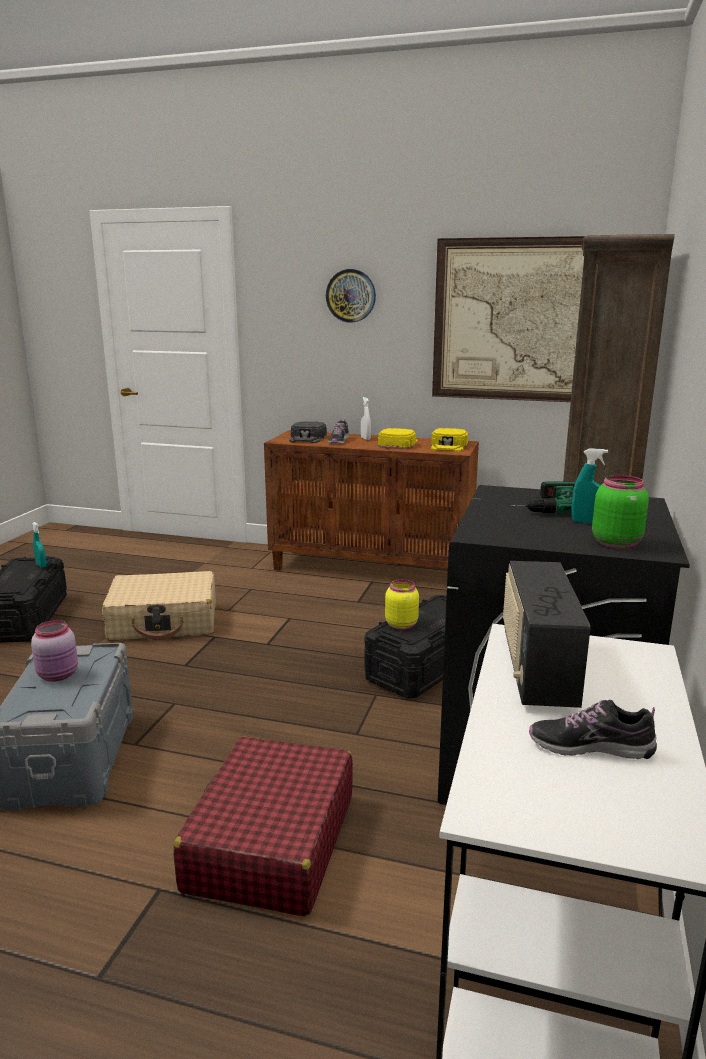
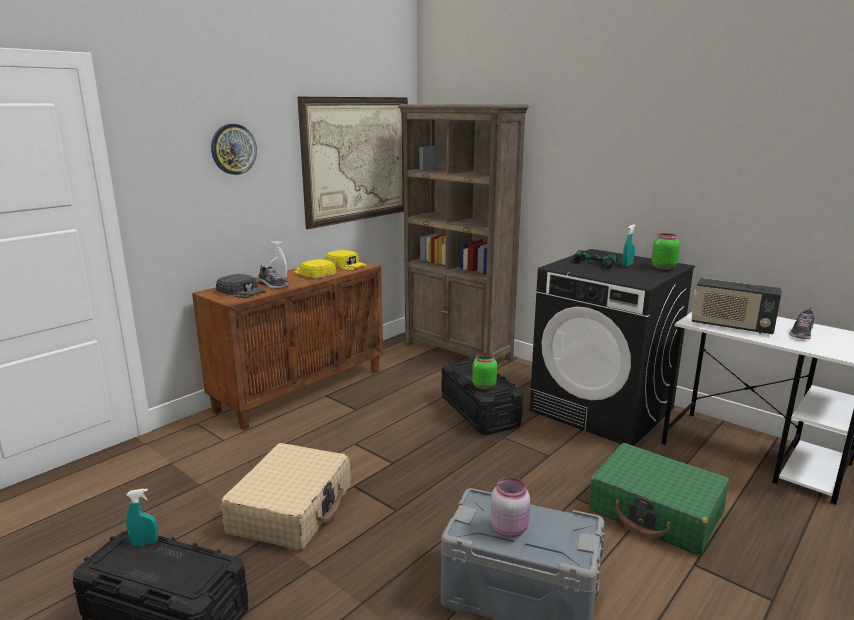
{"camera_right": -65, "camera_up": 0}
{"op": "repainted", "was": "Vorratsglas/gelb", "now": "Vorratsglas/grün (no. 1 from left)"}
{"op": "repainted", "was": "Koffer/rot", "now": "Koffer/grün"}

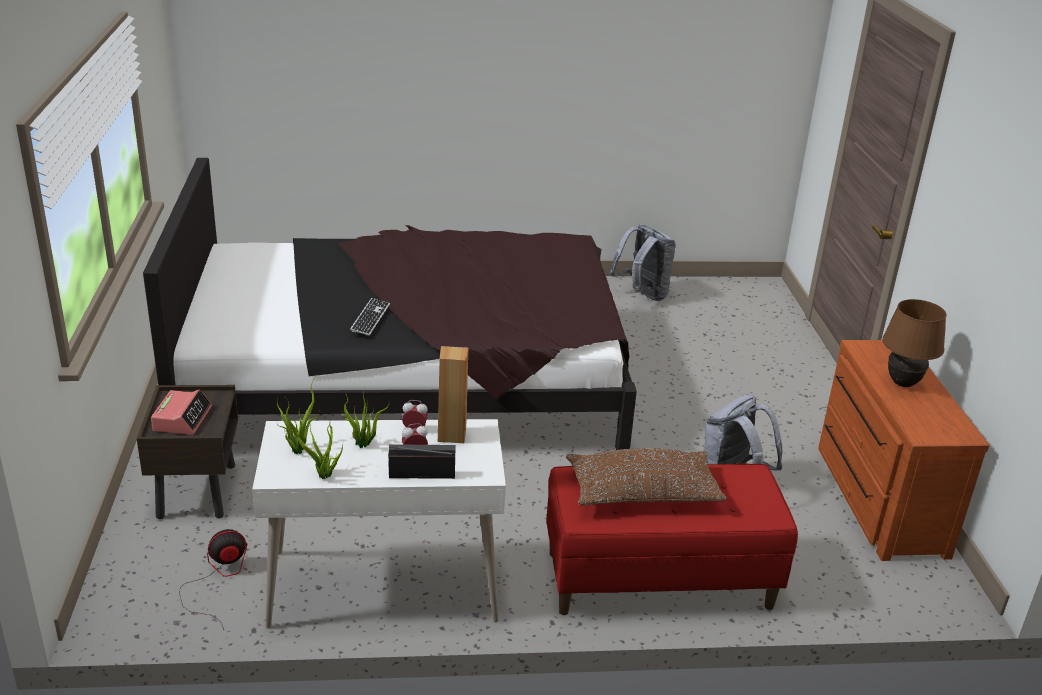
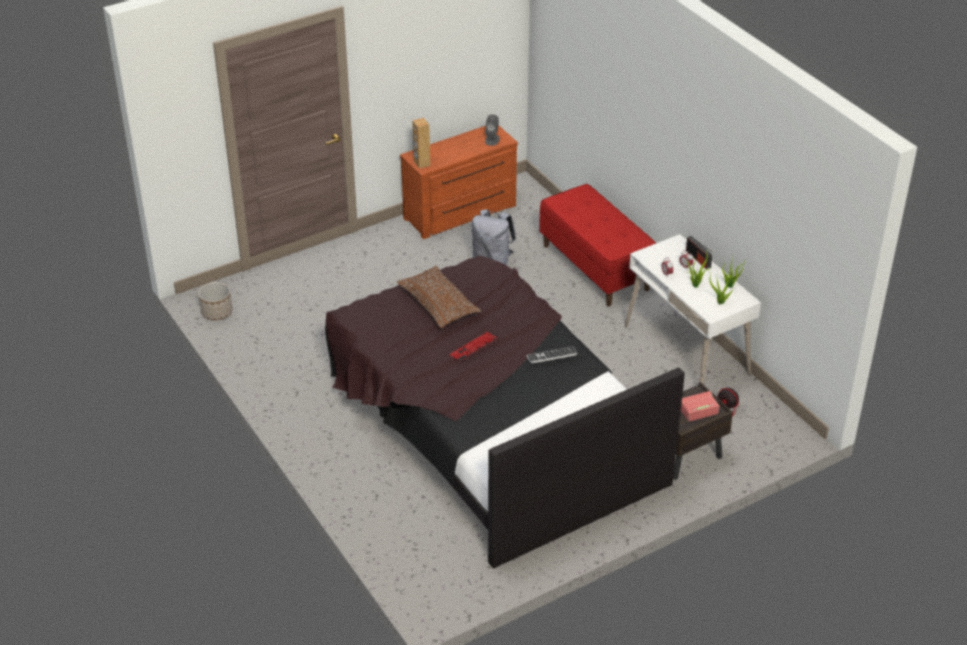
{"camera_right": -115, "camera_up": 10}
{"op": "gone", "was": "Rucksack/grau (no. 1 from left)"}
{"op": "gone", "was": "Tischlampe/braun"}
{"op": "shifted", "was": "Lautsprecher/braun"}
{"op": "shifted", "was": "Kissen/braun"}
{"op": "new", "now": "Lautsprecher/grau"}
{"op": "new", "now": "Pflanzkübel"}
{"op": "new", "now": "Tastatur (no. 1 from left)"}

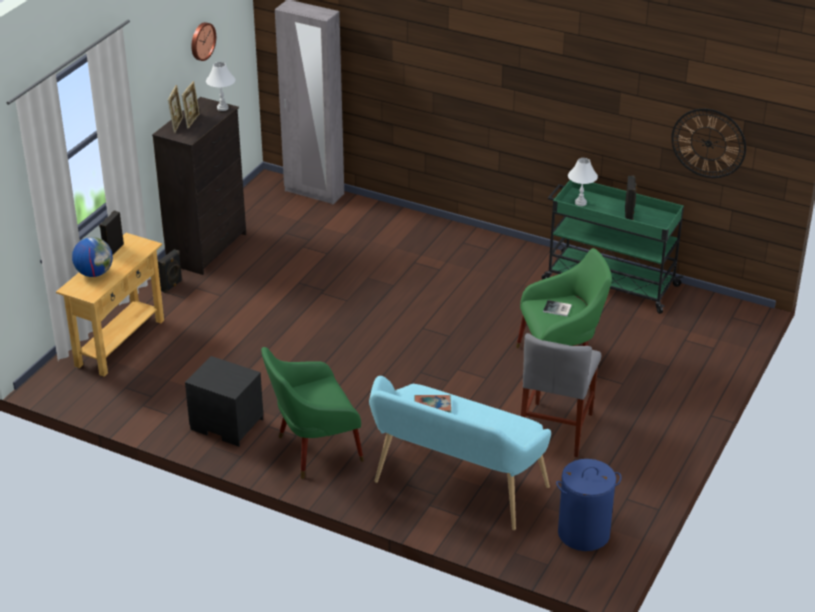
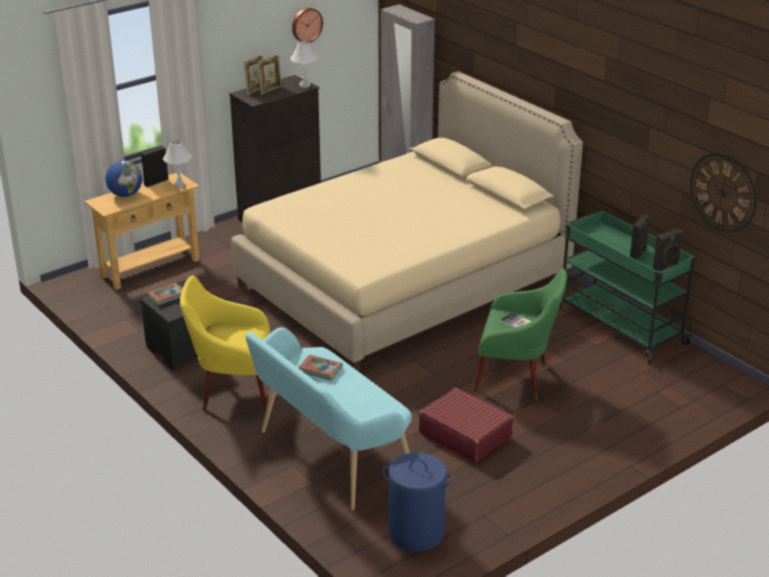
{"camera_right": 25, "camera_up": -5}
{"op": "shifted", "was": "Tischlampe/weiß (no. 2 from left in the first image)", "now": "Tischlampe/weiß (no. 1 from left)"}
{"op": "shifted", "was": "Lautsprecher/schwarz (no. 2 from left in the first image)", "now": "Lautsprecher/schwarz (no. 3 from left)"}
{"op": "swapped", "was": "Stuhl/grau", "now": "Koffer/rot"}
{"op": "repainted", "was": "Sessel/grün (no. 1 from left)", "now": "Sessel/gelb"}
{"op": "new", "now": "Bett/beige"}
{"op": "new", "now": "Buch (no. 1 from left)"}

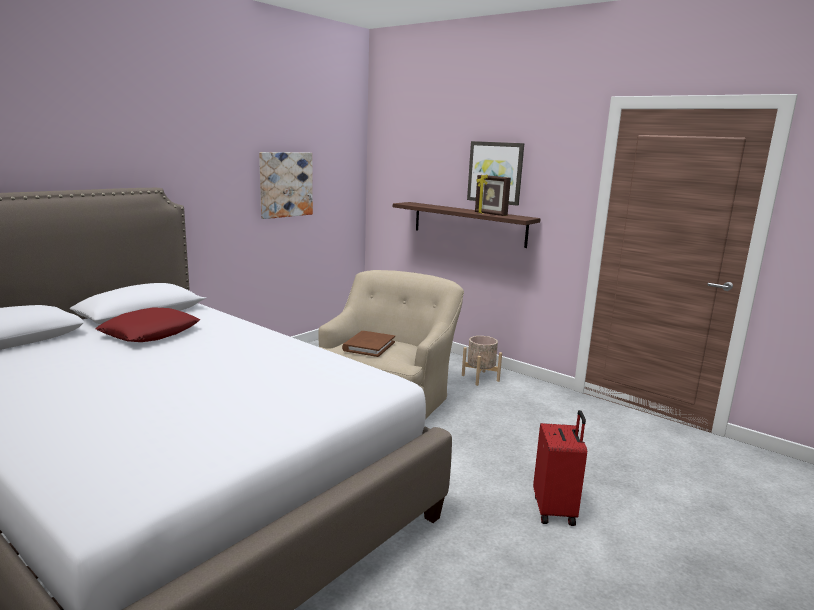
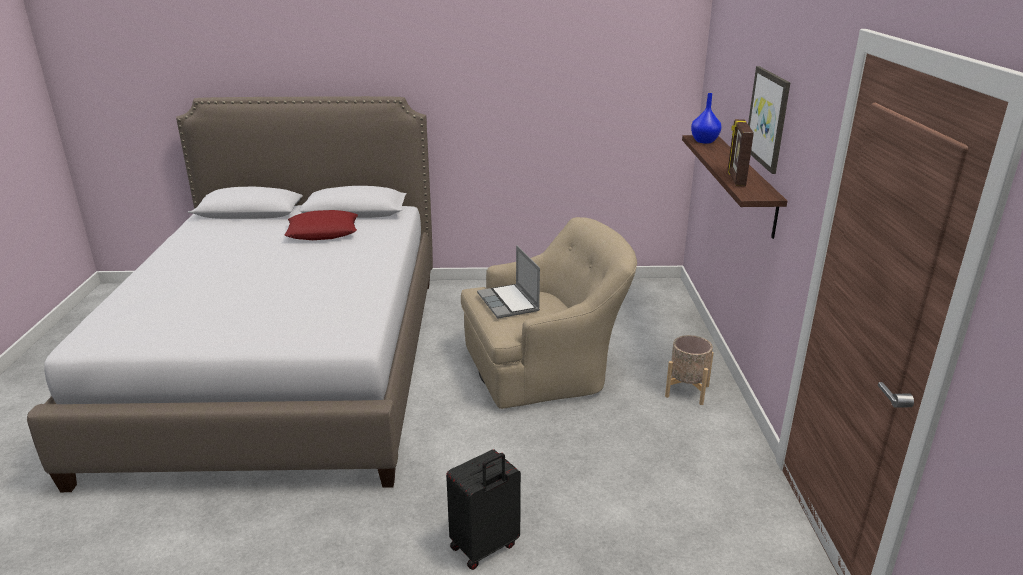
{"camera_right": 50, "camera_up": 10}
{"op": "gone", "was": "Bild (no. 1 from left)"}
{"op": "swapped", "was": "Buch/braun", "now": "Laptop"}
{"op": "repainted", "was": "Koffer/rot", "now": "Koffer/schwarz"}
{"op": "new", "now": "Vase/blau"}

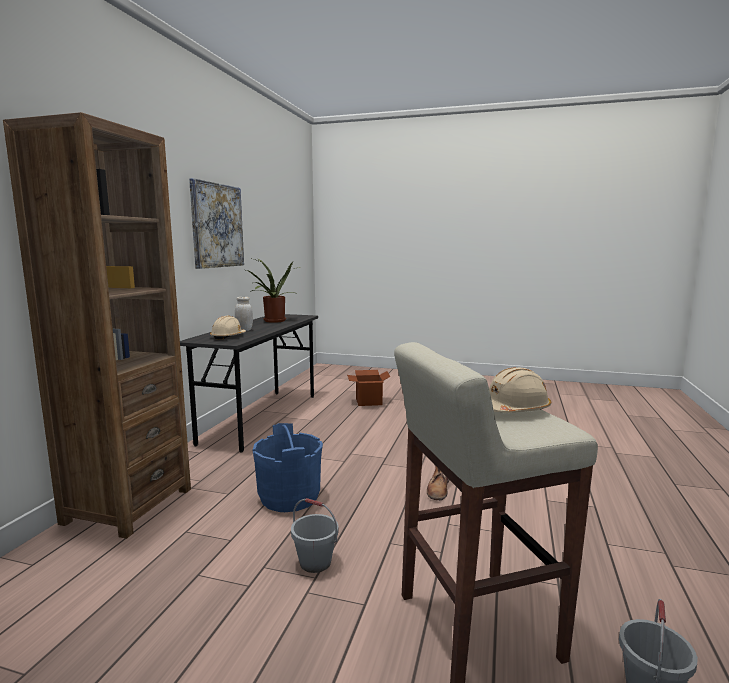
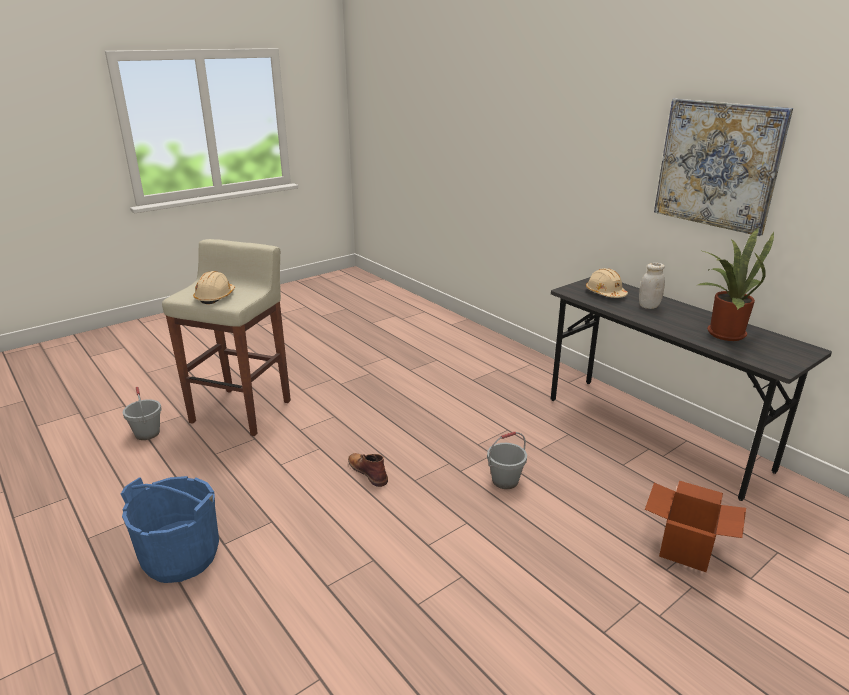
{"camera_right": 125, "camera_up": 15}
{"op": "gone", "was": "Bücherregal/braun"}
{"op": "shifted", "was": "Eimer/blau"}
{"op": "shifted", "was": "Eimer/grau (no. 1 from left in the first image)", "now": "Eimer/grau (no. 2 from left)"}

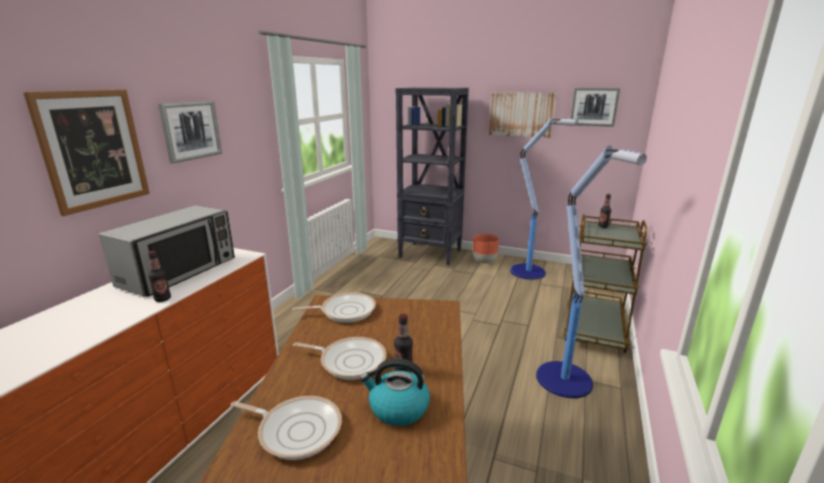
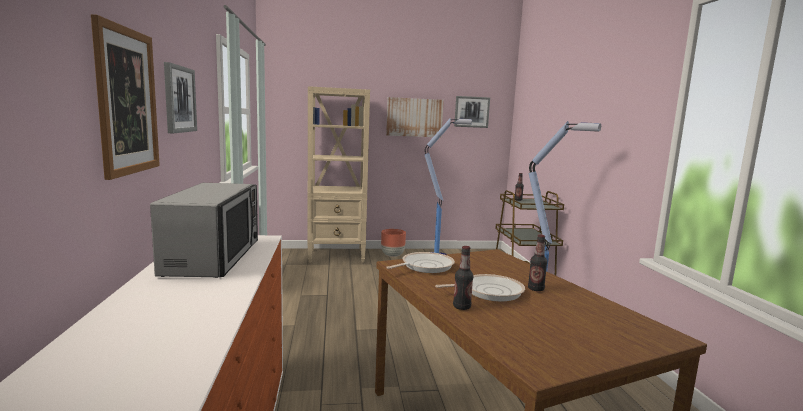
{"camera_right": -30, "camera_up": -10}
{"op": "repainted", "was": "Bücherregal/schwarz", "now": "Bücherregal/beige"}
{"op": "shifted", "was": "Flasche (no. 1 from left)"}
{"op": "gone", "was": "Wasserkessel"}
{"op": "gone", "was": "Pfanne (no. 1 from left)"}

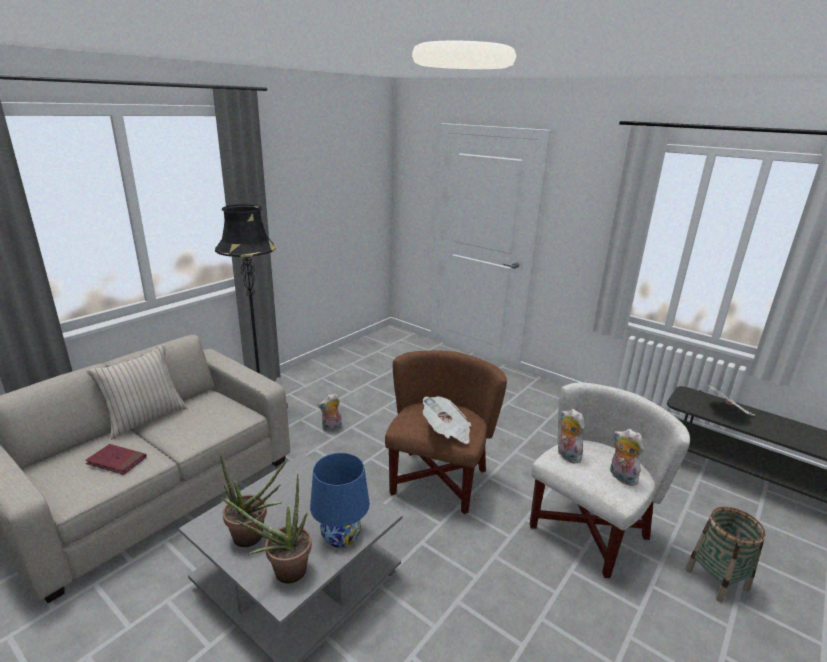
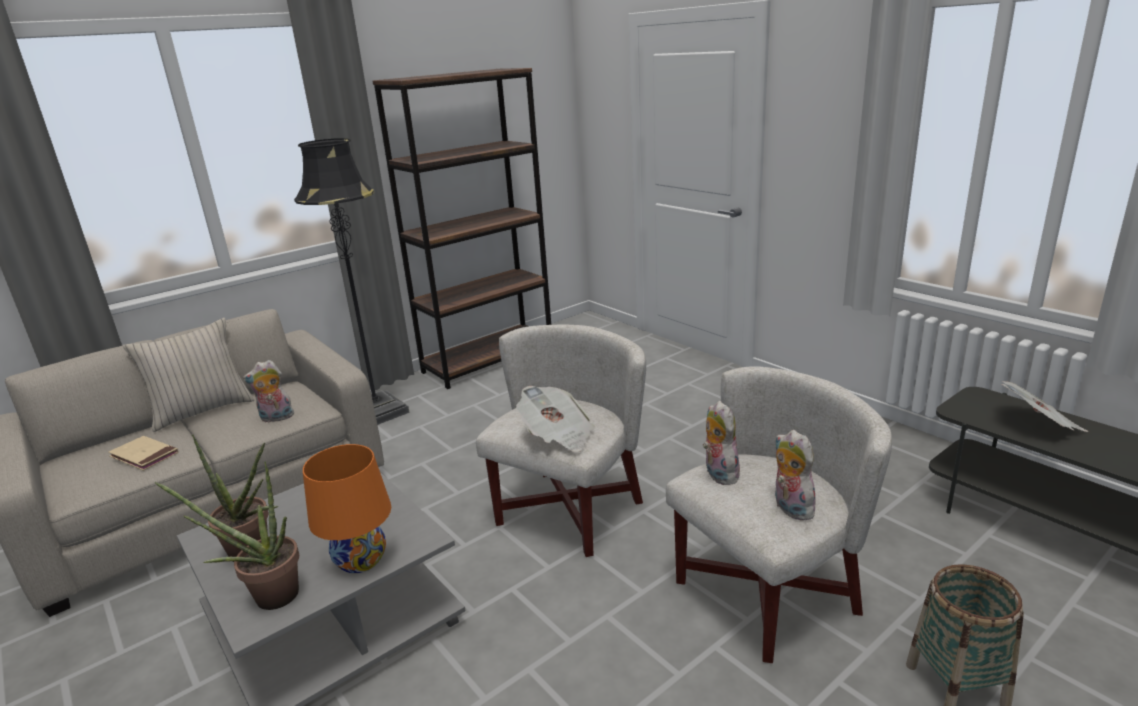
{"camera_right": 15, "camera_up": 0}
{"op": "repainted", "was": "Sessel/braun", "now": "Sessel/weiß (no. 1 from left)"}
{"op": "shifted", "was": "Plüschtier (no. 1 from left)"}
{"op": "repainted", "was": "Buch/rot", "now": "Buch/beige"}
{"op": "repainted", "was": "Tischlampe/blau", "now": "Tischlampe/orange"}
{"op": "new", "now": "Bücherregal/braun"}

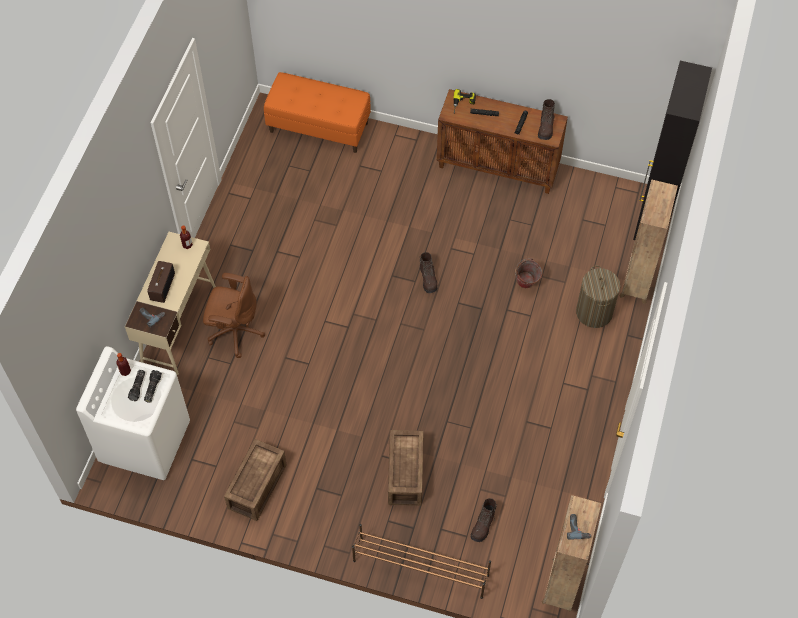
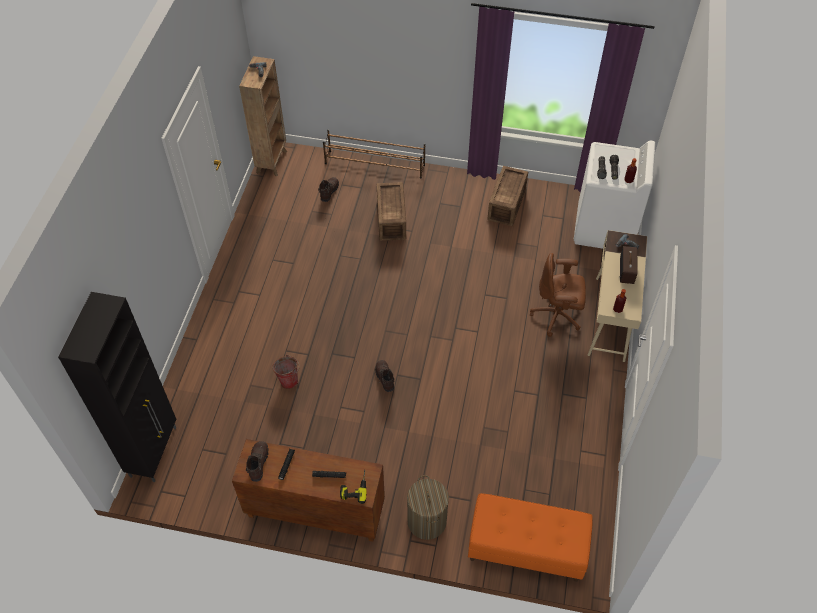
{"camera_right": 175, "camera_up": -5}
{"op": "gone", "was": "Bücherregal/braun (no. 2 from left)"}
{"op": "shifted", "was": "Wäschekorb"}

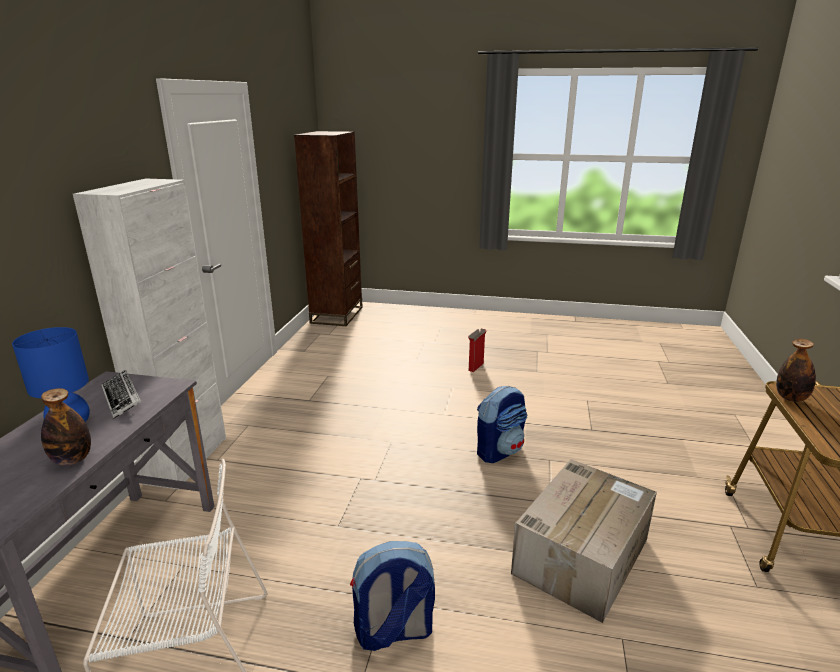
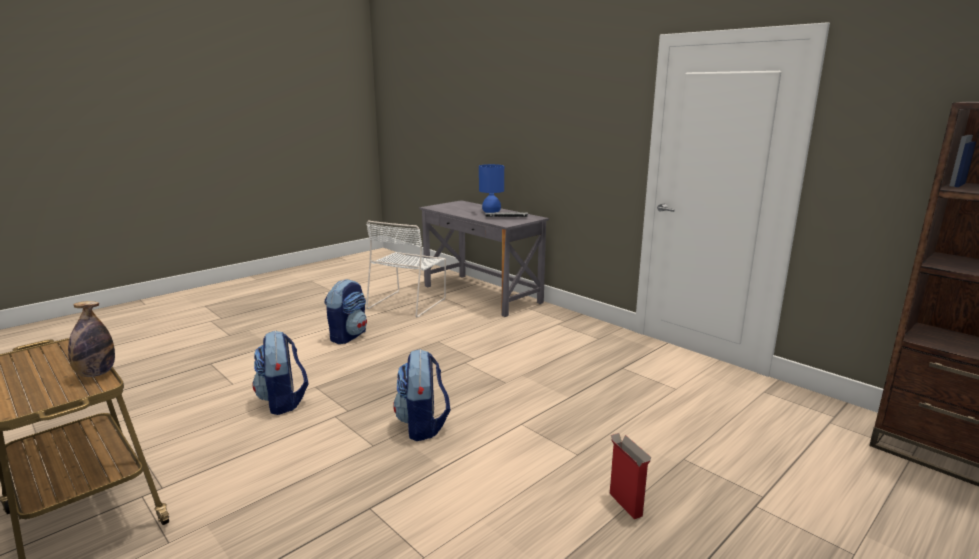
{"camera_right": 125, "camera_up": -5}
{"op": "gone", "was": "Schrank/weiß"}
{"op": "gone", "was": "Flasche (no. 1 from left)"}
{"op": "swapped", "was": "Karton (no. 2 from left)", "now": "Rucksack (no. 1 from left)"}

